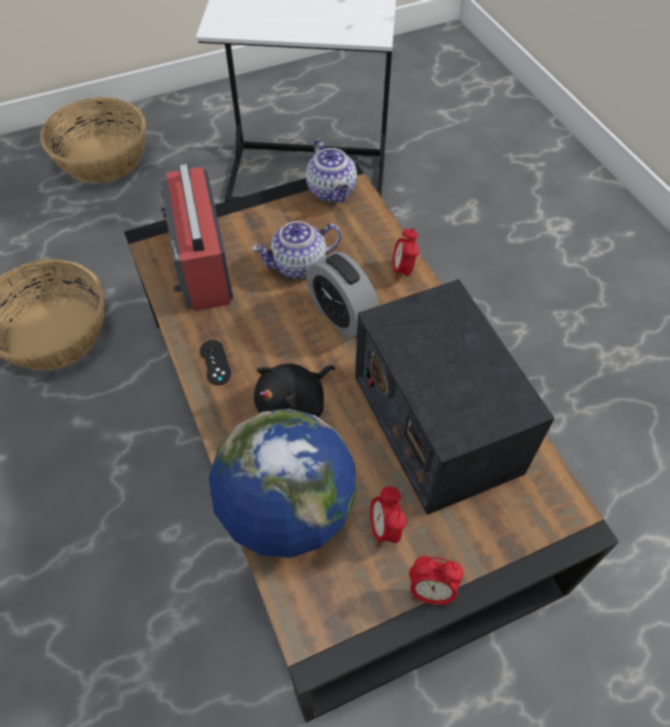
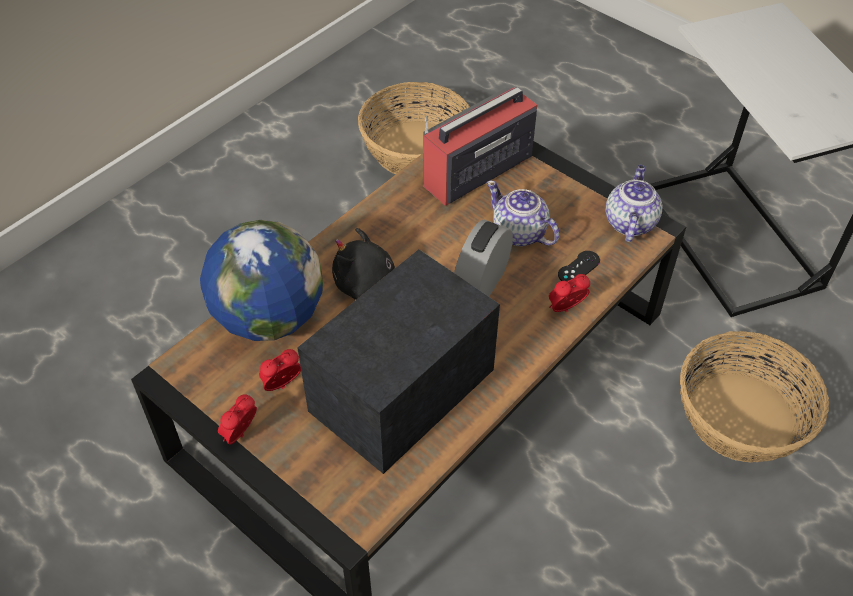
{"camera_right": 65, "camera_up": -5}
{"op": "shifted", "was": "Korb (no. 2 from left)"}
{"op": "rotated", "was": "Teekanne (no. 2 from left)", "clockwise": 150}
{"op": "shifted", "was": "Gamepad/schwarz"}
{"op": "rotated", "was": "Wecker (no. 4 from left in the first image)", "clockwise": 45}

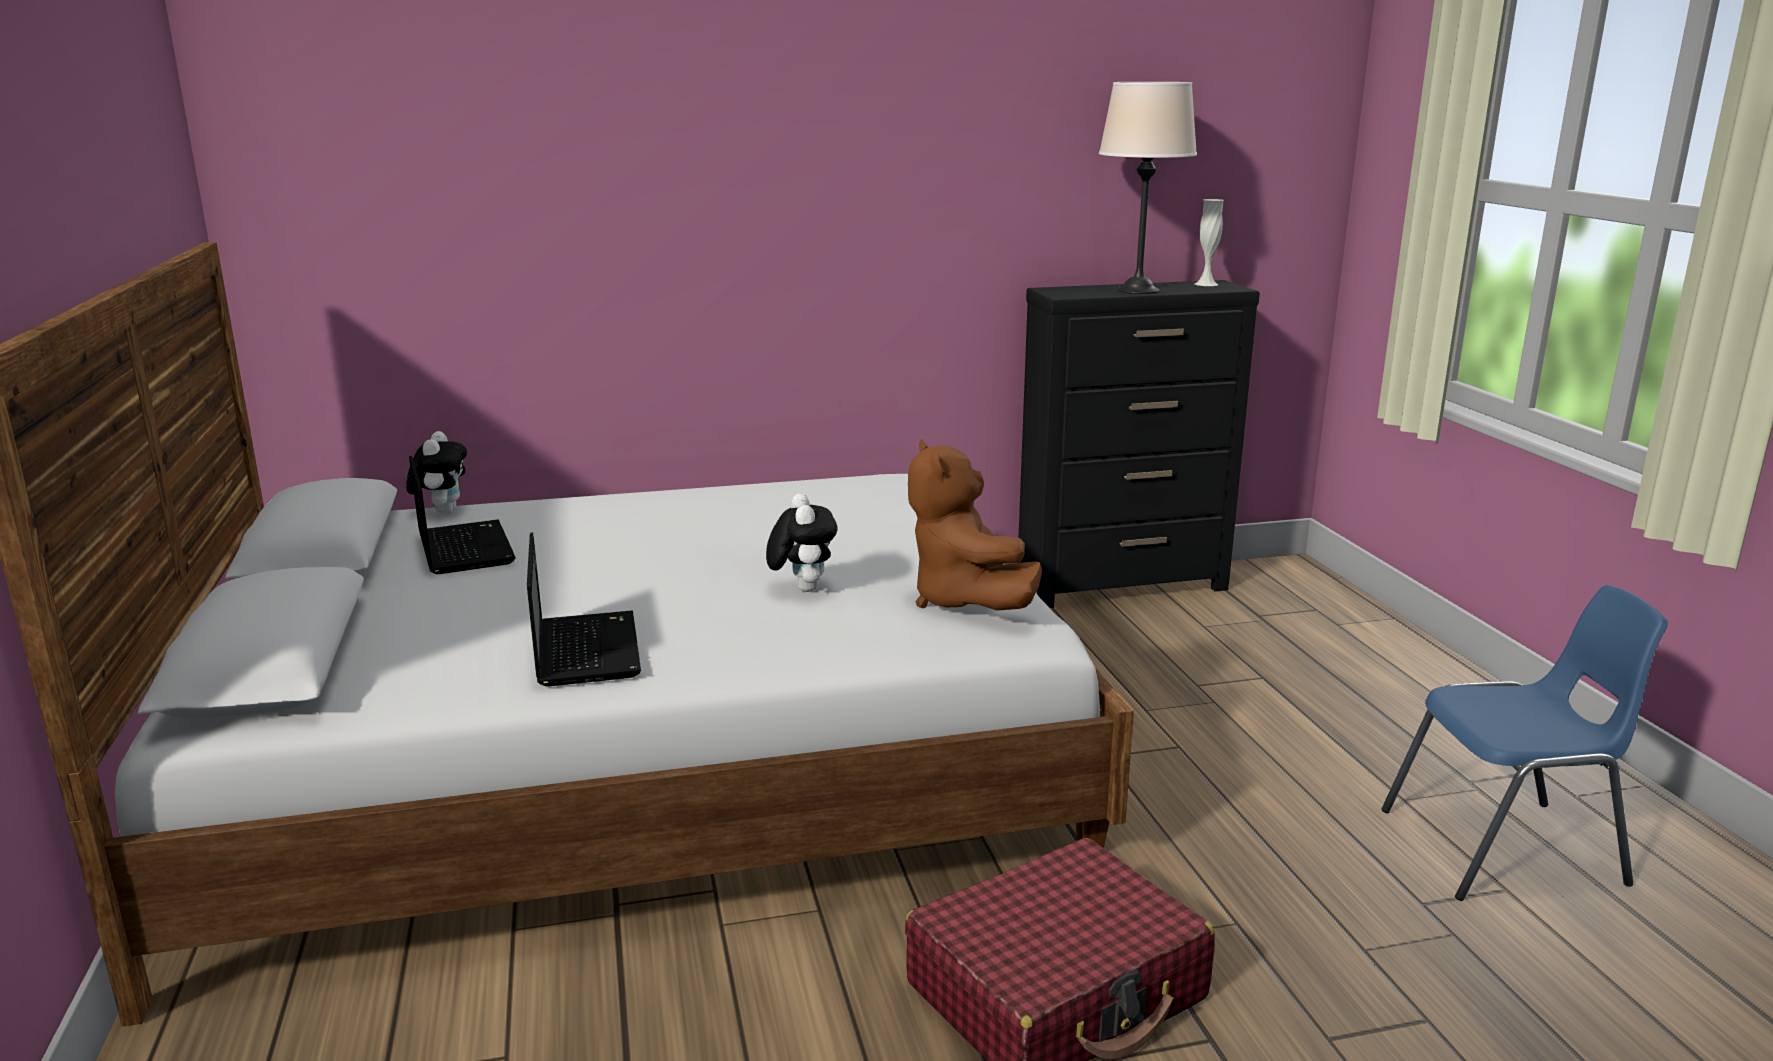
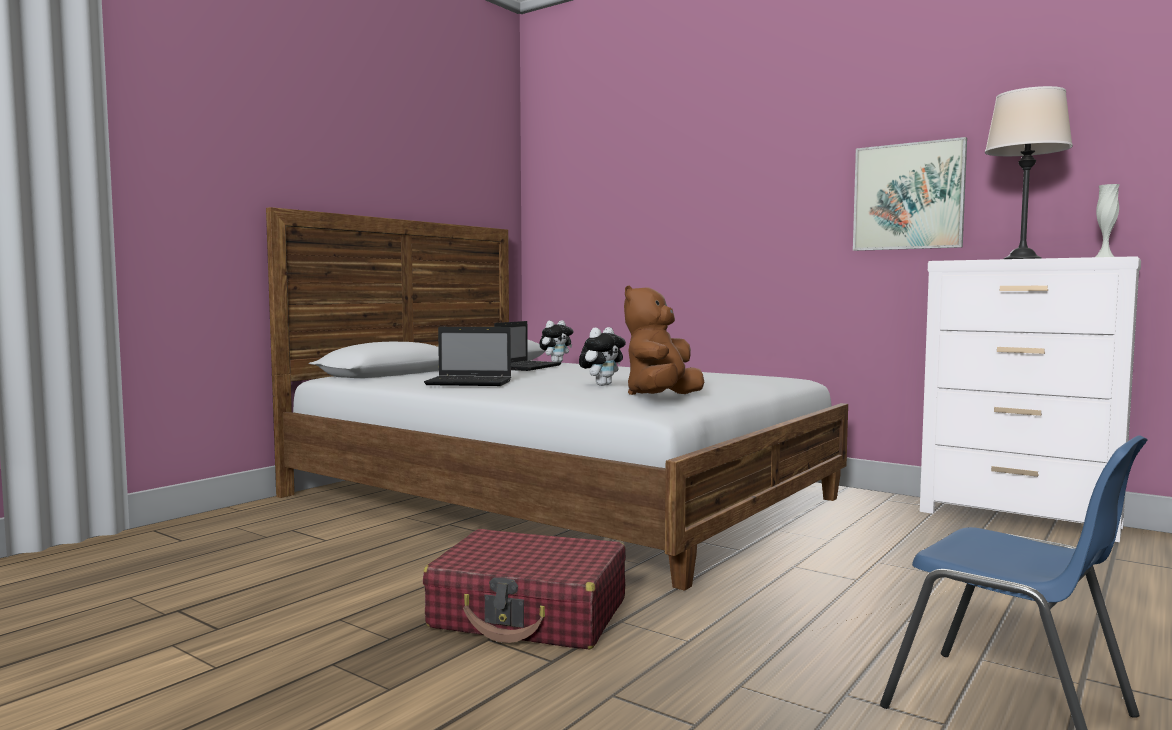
{"camera_right": 50, "camera_up": -15}
{"op": "repainted", "was": "Kommode/schwarz", "now": "Kommode/weiß"}
{"op": "rotated", "was": "Laptop (no. 2 from left in the first image)", "clockwise": 60}
{"op": "new", "now": "Bild"}

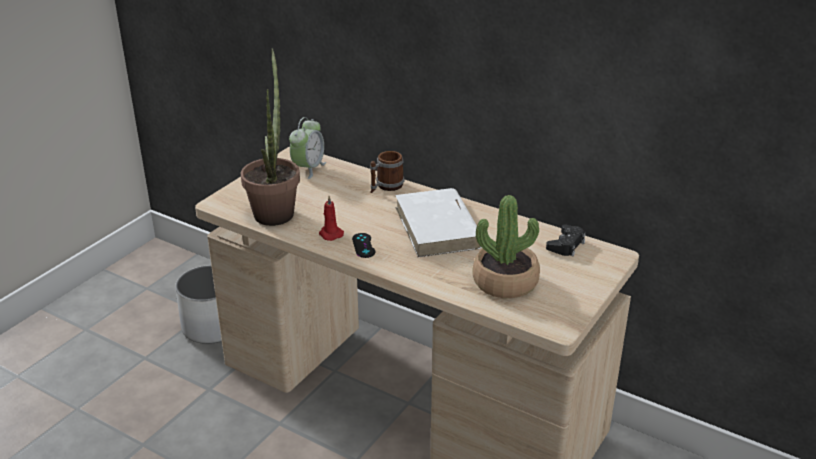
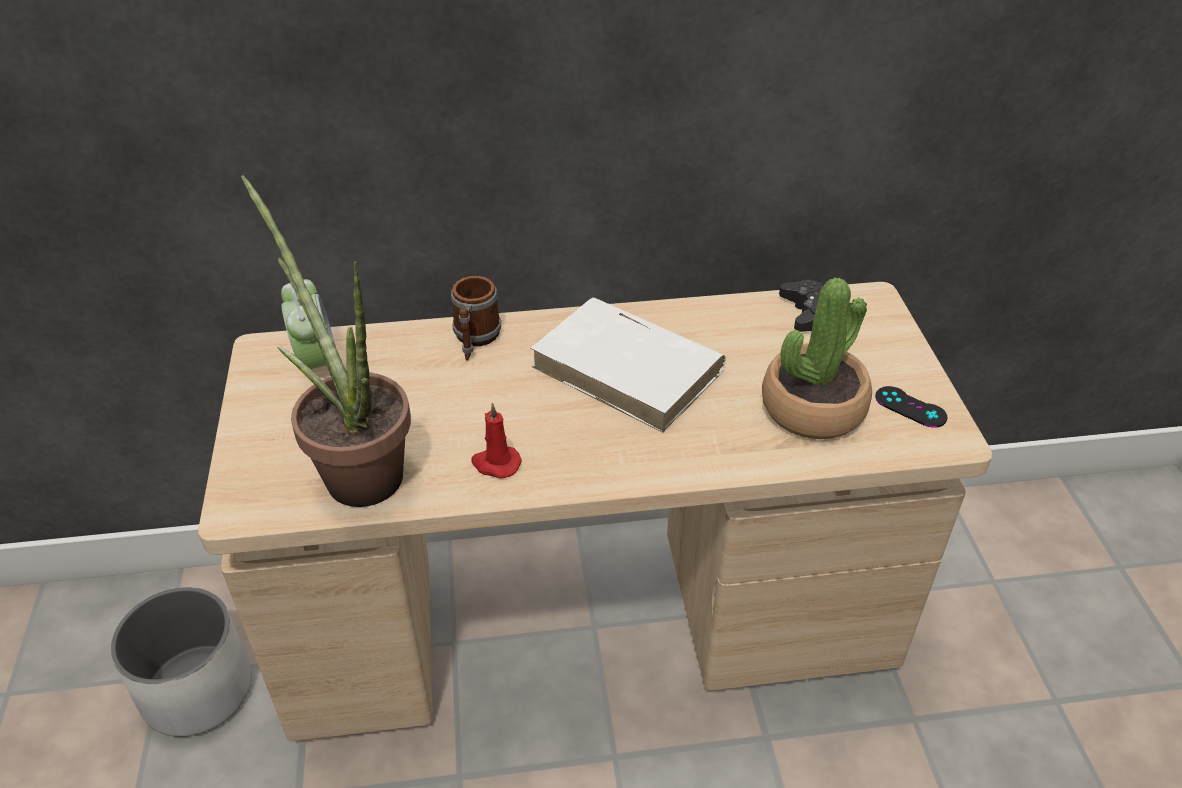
{"camera_right": -40, "camera_up": 10}
{"op": "shifted", "was": "Gamepad/schwarz (no. 1 from left in the first image)", "now": "Gamepad/schwarz (no. 2 from left)"}

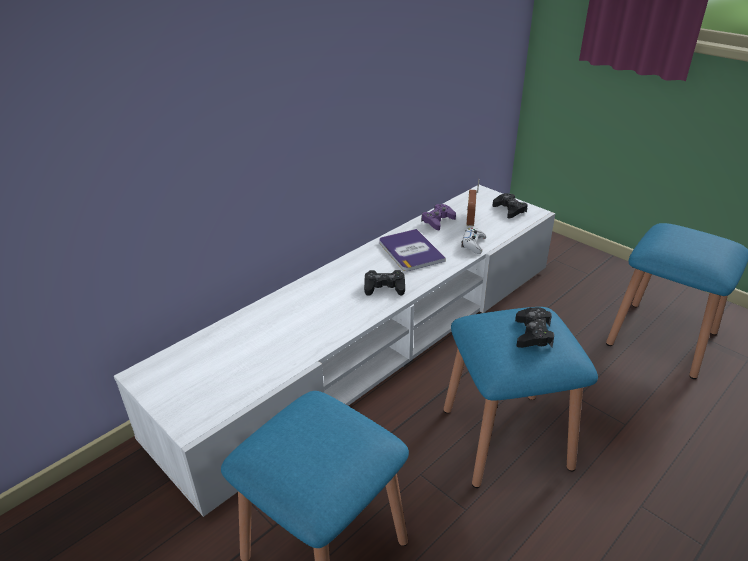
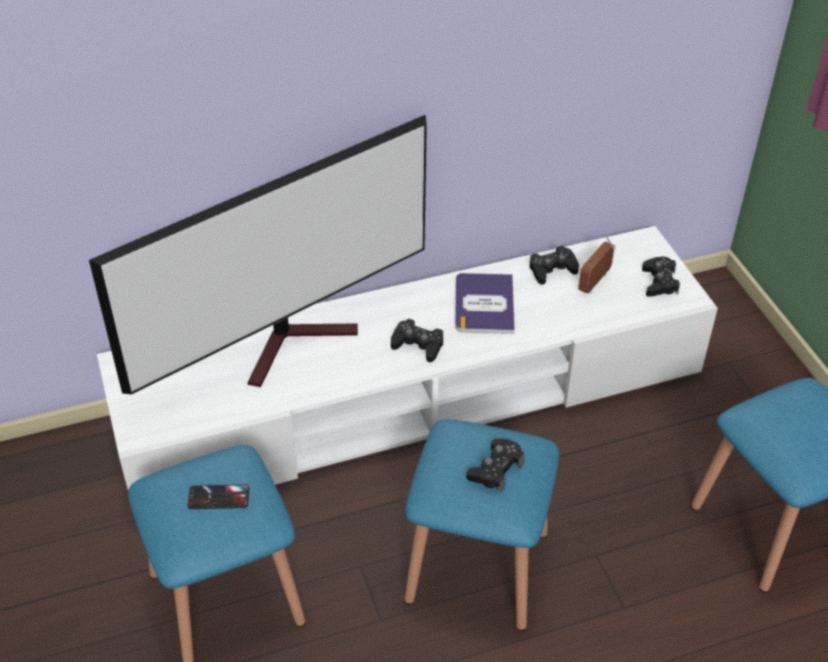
{"camera_right": 25, "camera_up": 10}
{"op": "repainted", "was": "Gamepad/lila", "now": "Gamepad/schwarz (no. 3 from left)"}
{"op": "gone", "was": "Gamepad/weiß"}
{"op": "new", "now": "Fernseher"}
{"op": "new", "now": "Handy"}

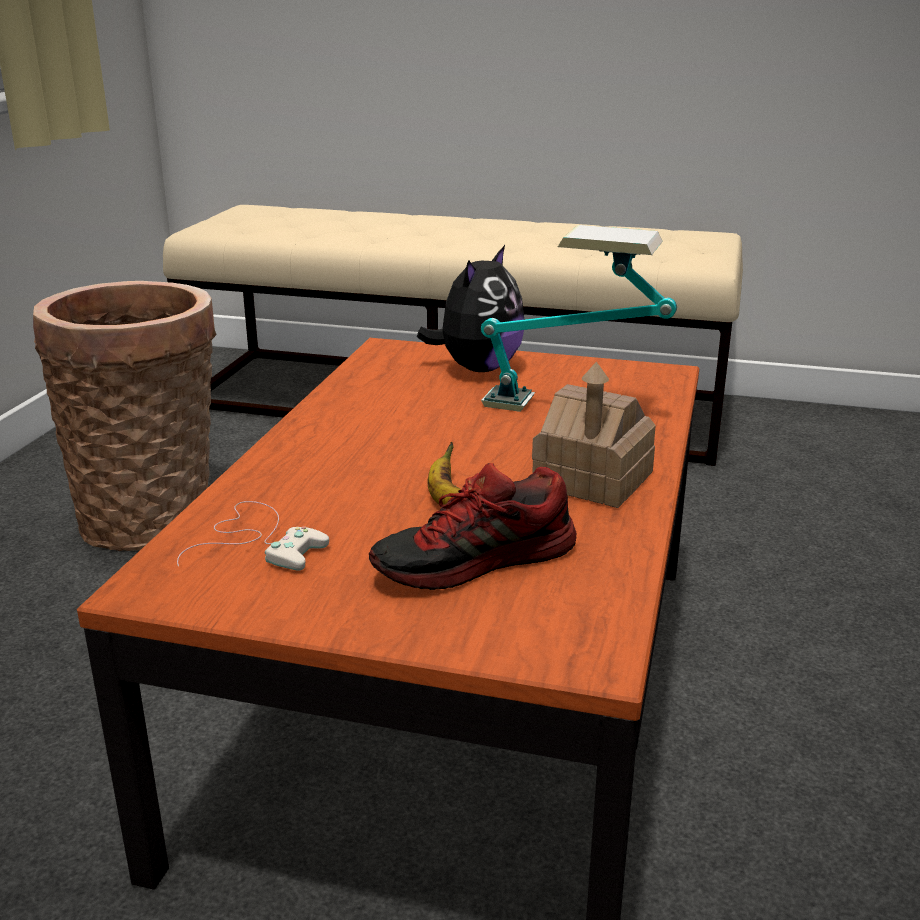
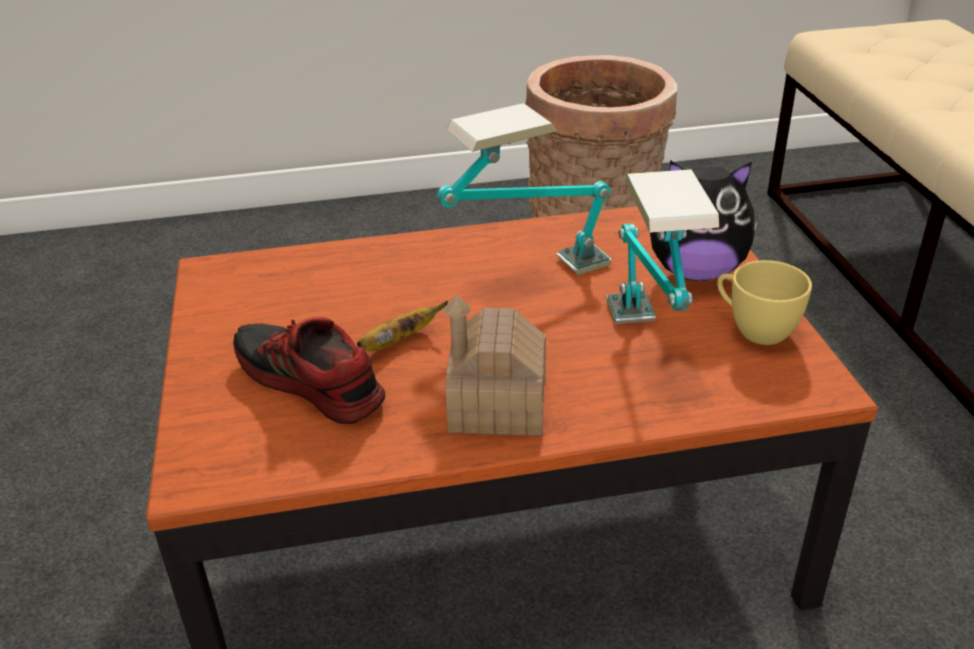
{"camera_right": 65, "camera_up": 10}
{"op": "gone", "was": "Gamepad/weiß"}
{"op": "new", "now": "Tischlampe (no. 1 from left)"}
{"op": "new", "now": "Tasse/gelb"}

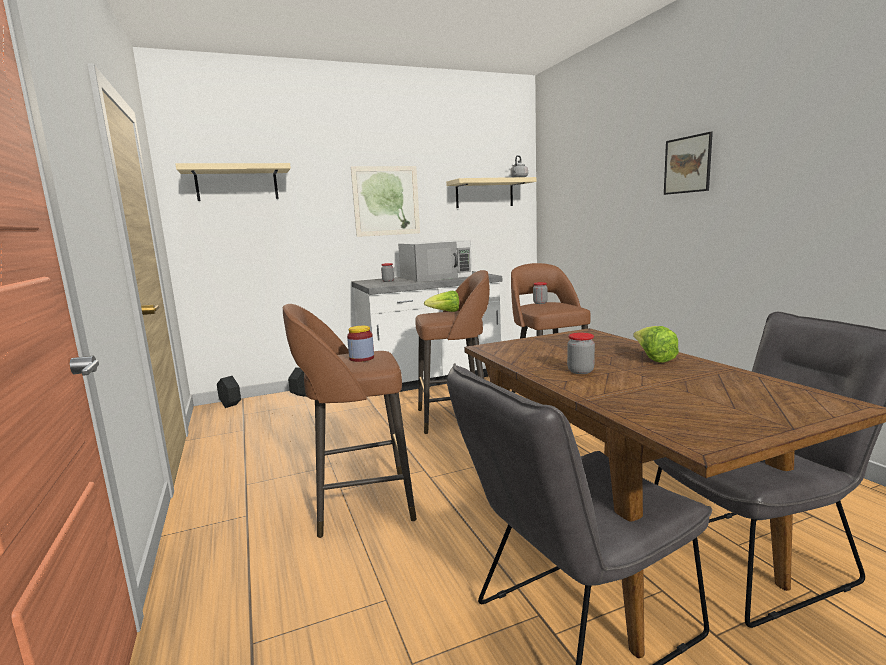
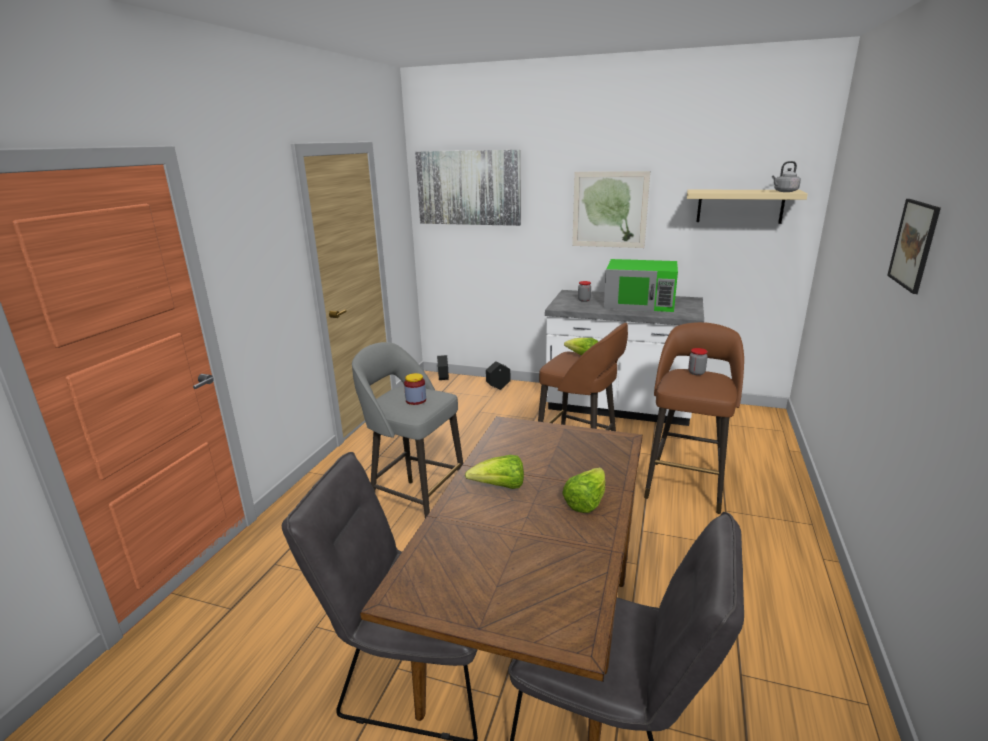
{"camera_right": 40, "camera_up": 10}
{"op": "swapped", "was": "Wandregal/beige (no. 1 from left)", "now": "Bild (no. 1 from left)"}
{"op": "repainted", "was": "Mikrowelle/weiß", "now": "Mikrowelle/grün"}
{"op": "repainted", "was": "Hocker/braun (no. 1 from left)", "now": "Hocker/grau"}
{"op": "swapped", "was": "Vorratsglas (no. 4 from left)", "now": "Salatkopf (no. 1 from left)"}

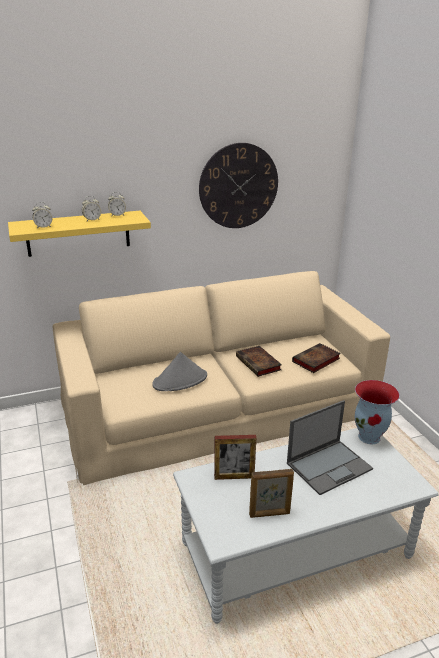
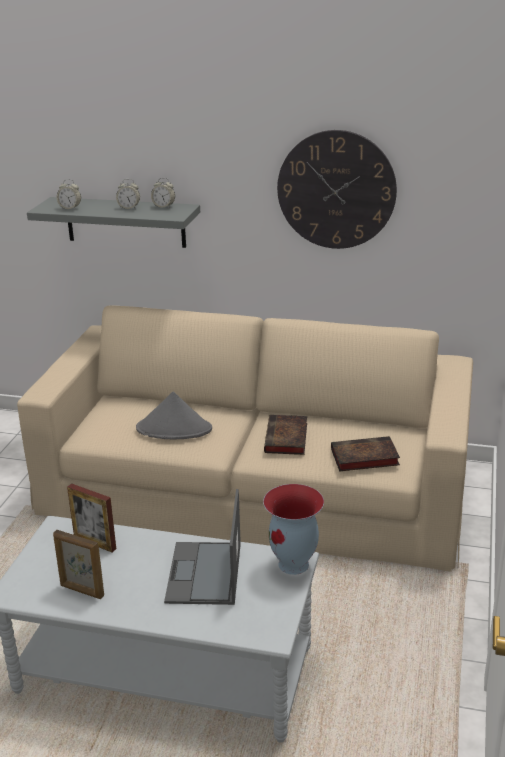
{"camera_right": 35, "camera_up": 0}
{"op": "repainted", "was": "Wandregal/gelb", "now": "Wandregal/grau"}
{"op": "rotated", "was": "Laptop", "clockwise": 90}

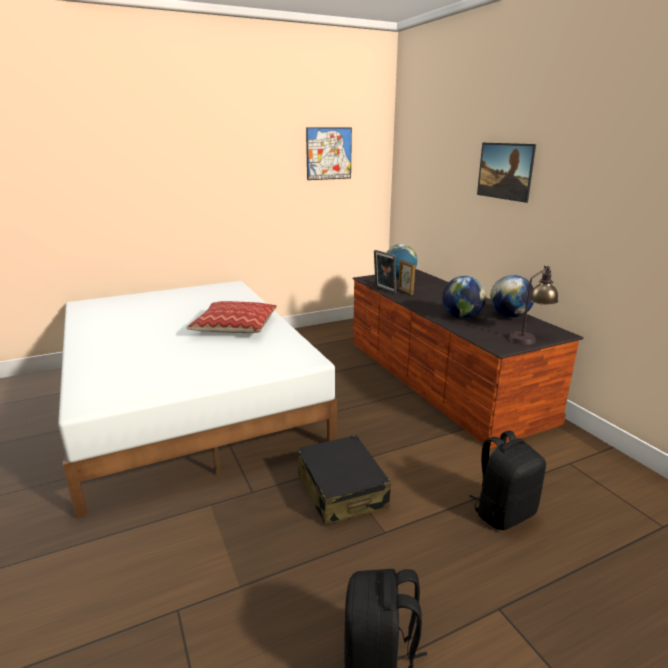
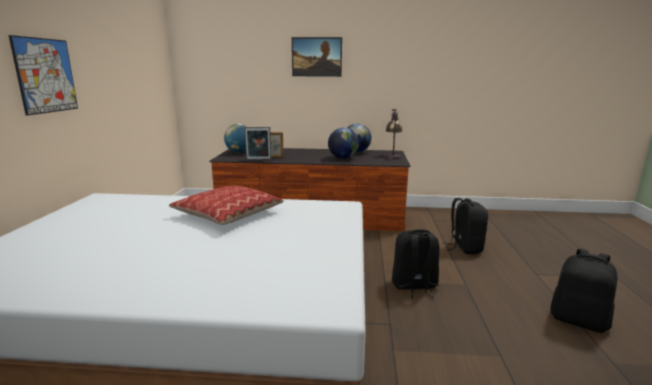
{"camera_right": -60, "camera_up": -5}
{"op": "shifted", "was": "Bild (no. 1 from left)"}
{"op": "swapped", "was": "Koffer/schwarz", "now": "Rucksack/schwarz (no. 1 from left)"}

